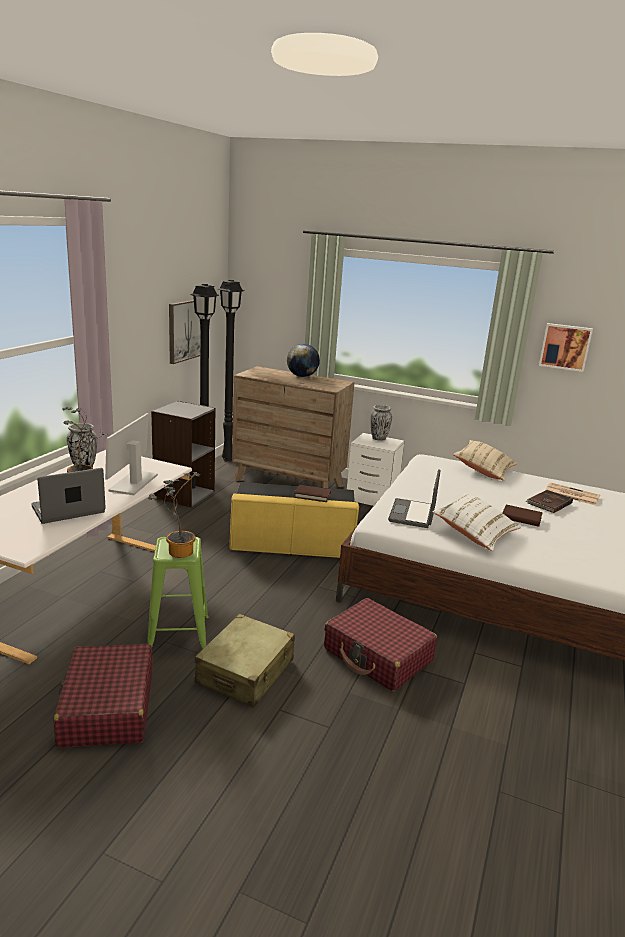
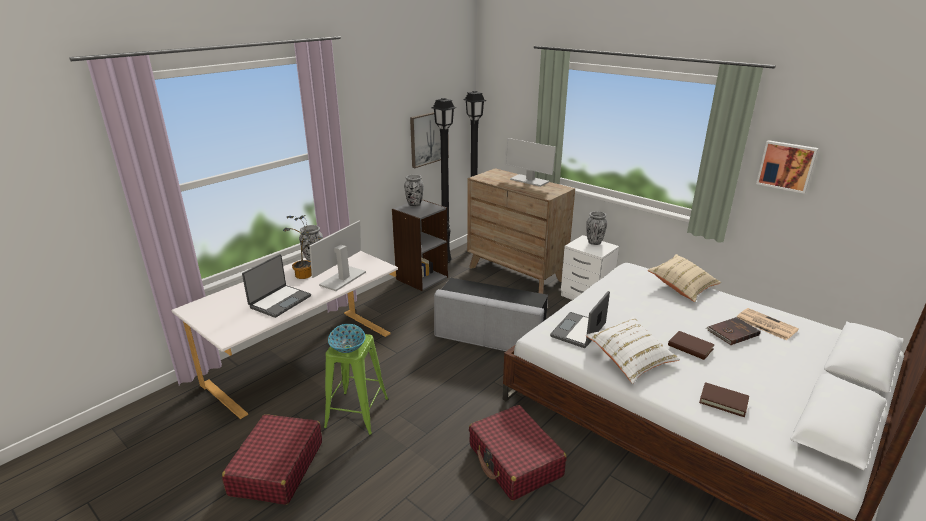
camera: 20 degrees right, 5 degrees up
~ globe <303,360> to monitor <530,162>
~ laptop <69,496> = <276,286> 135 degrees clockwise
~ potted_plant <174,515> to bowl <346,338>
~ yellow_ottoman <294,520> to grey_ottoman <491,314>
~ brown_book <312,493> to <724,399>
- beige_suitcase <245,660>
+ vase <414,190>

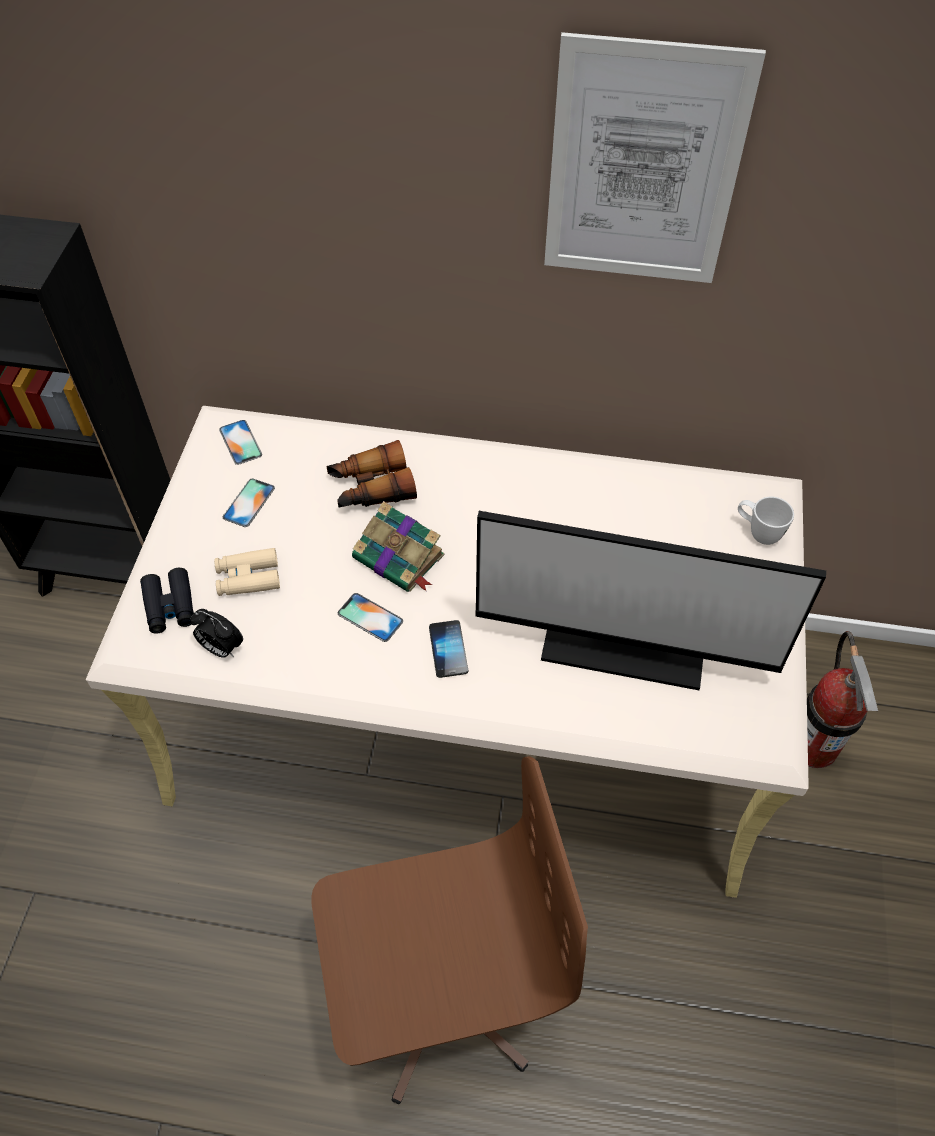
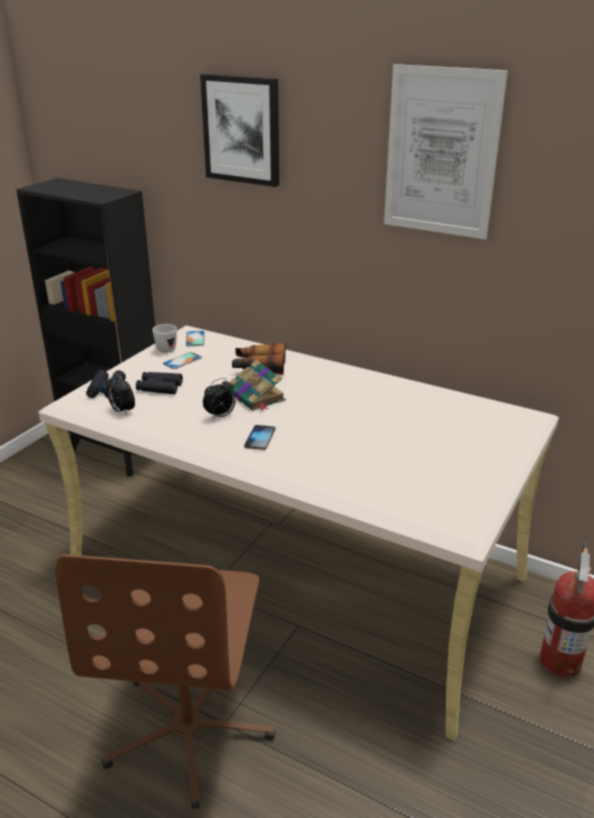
camera: 20 degrees right, 25 degrees down
~ white_mug <766,521> to <165,338>
- monitor <651,600>
~ beige_binoculars <247,572> to black_binoculars <159,383>
~ phone <370,617> to alarm_clock <219,399>
~ brown_office_chair <449,930> = <165,681> 90 degrees clockwise
+ picture <239,130>

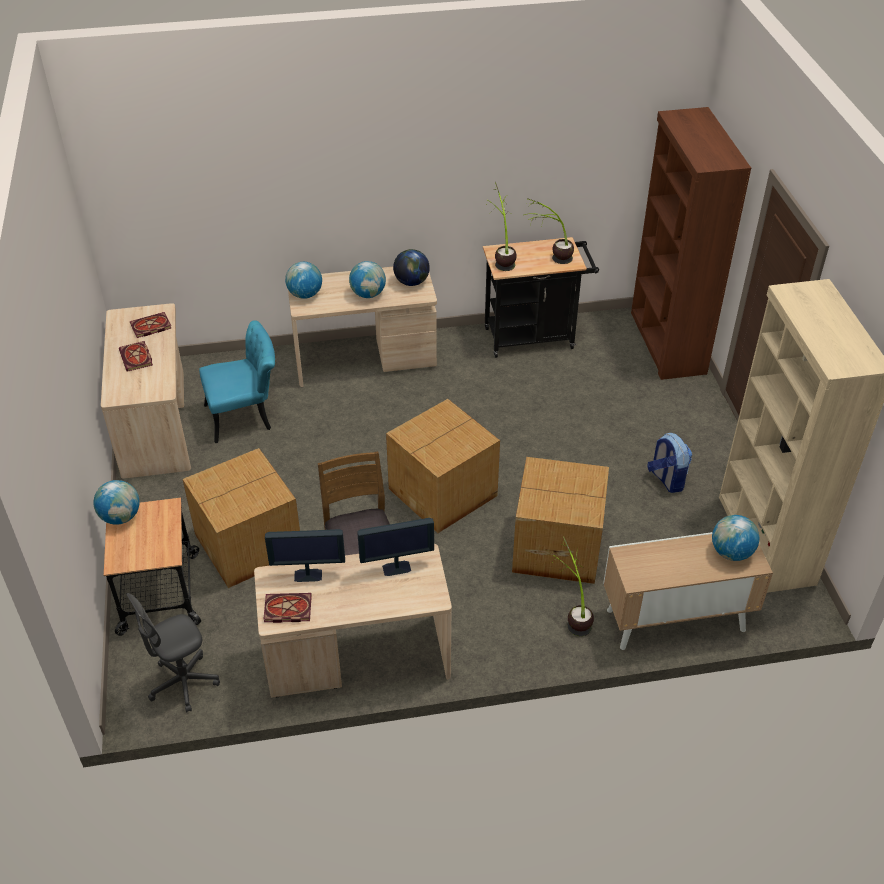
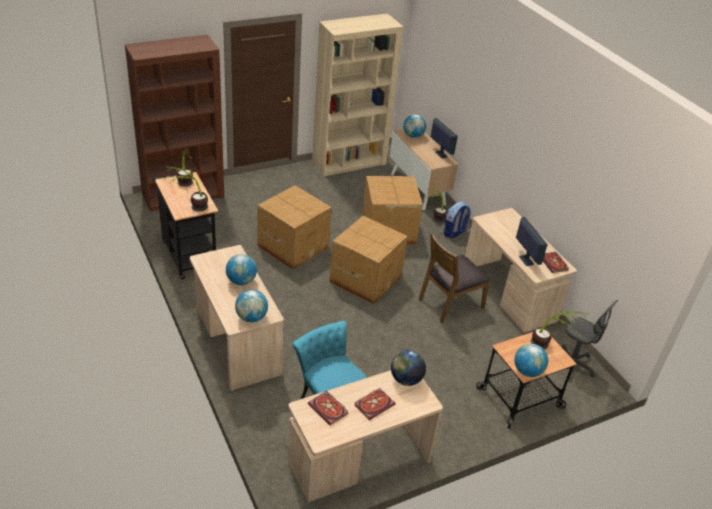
camera: 110 degrees left, 5 degrees down
~ globe <411,267> to <408,368>
~ backpack <670,463> to <457,220>
~ cardboard_box <241,518> to <295,227>
~ monitor <395,547> to <444,138>
+ potted_plant <559,330>

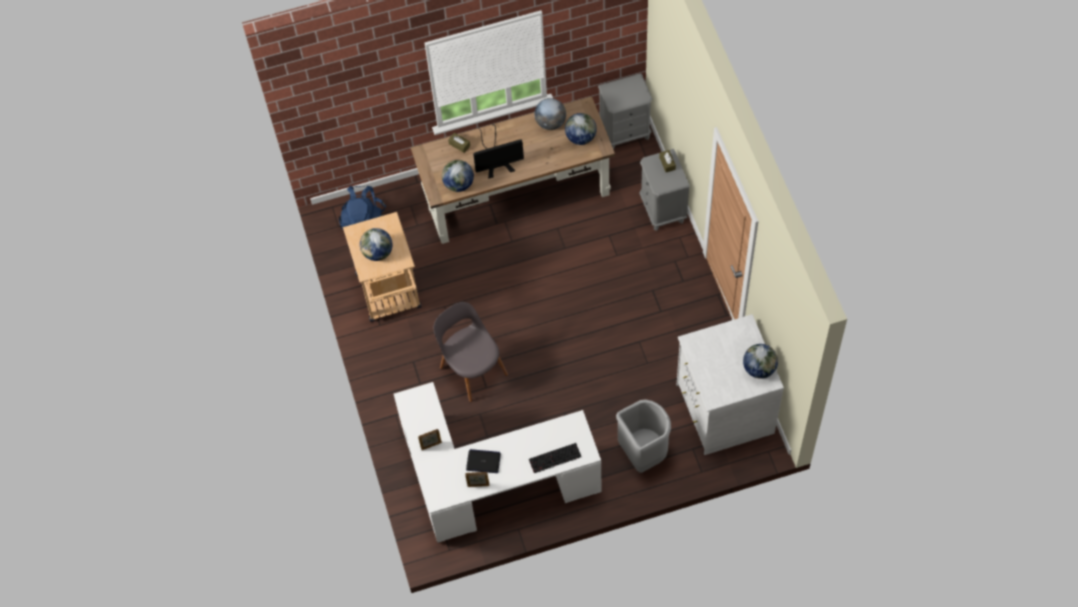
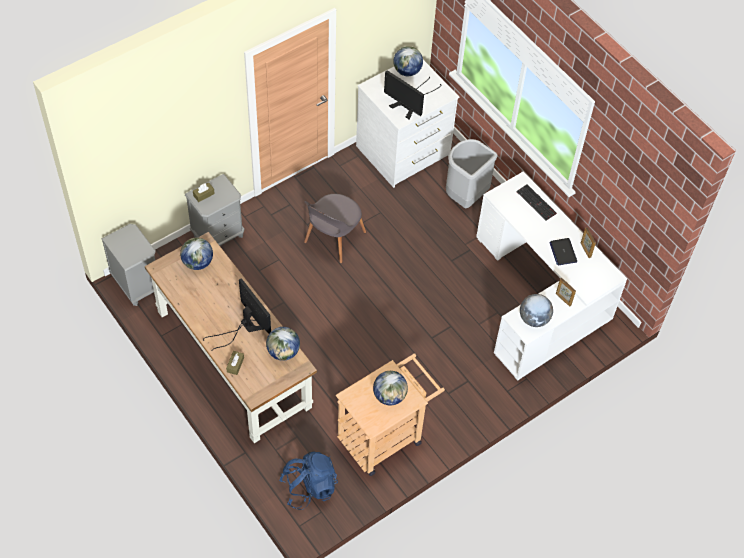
camera: 115 degrees left, 5 degrees down
~ globe <550,114> to <536,310>
~ grey_chair <471,352> to <335,228>
+ monitor <412,95>

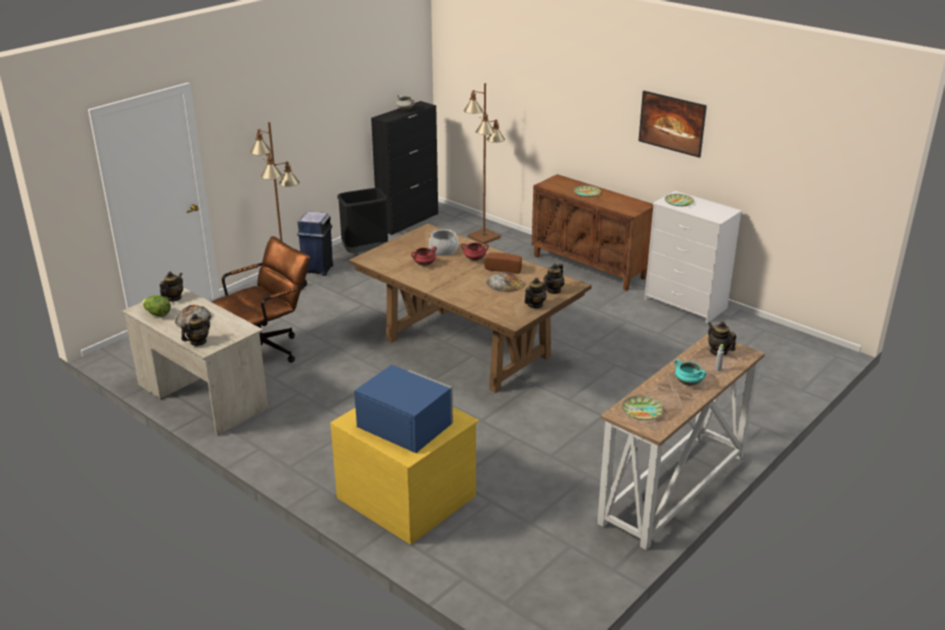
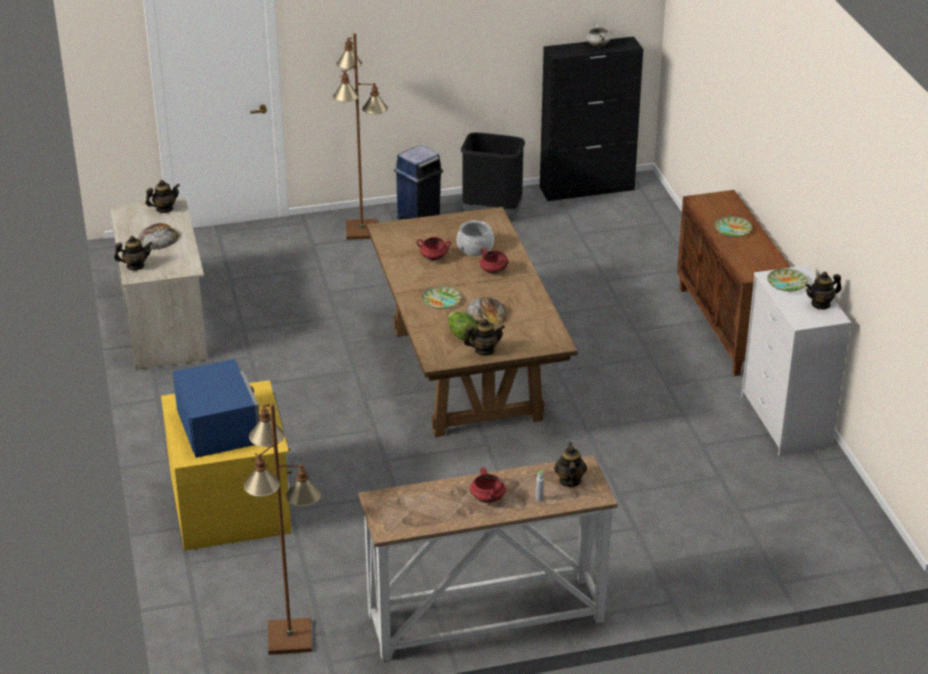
camera: 35 degrees right, 5 degrees up
~ brown_floor_lamp <484,163> to <282,529>
- picture <673,124>
- brown_office_chair <261,299>
- bread <503,263>
~ teapot <554,279> to <823,291>
~ lettuce <156,306> to <462,326>
~ turquoise_cooking_pot <690,372> to red_cooking_pot <488,485>
~ plate <642,408> to <441,297>

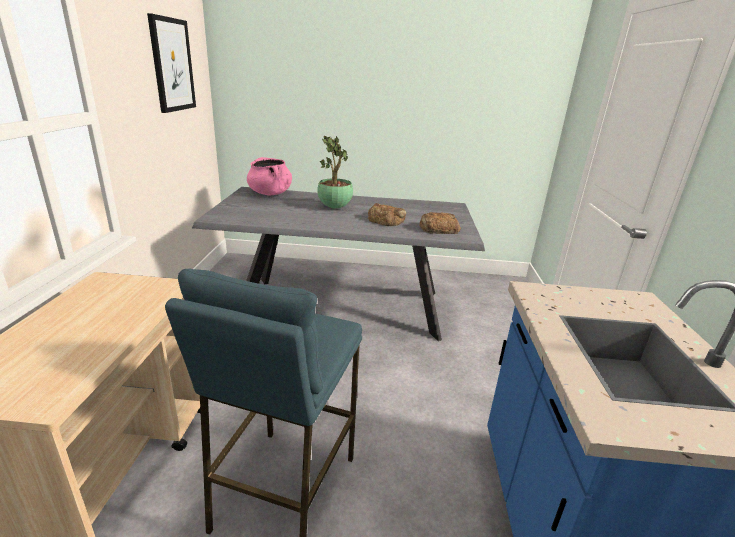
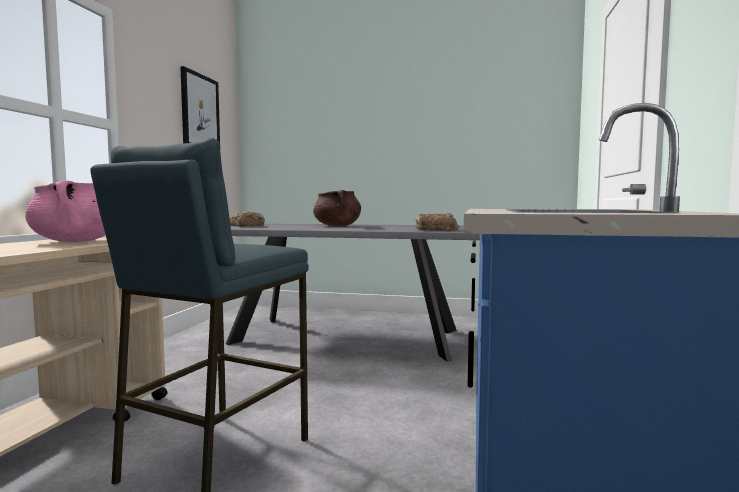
camera: 10 degrees right, 20 degrees down
~ potted_plant <335,172> to brown_cooking_pot <337,208>
~ pink_cooking_pot <269,176> to <65,211>
~ bread <387,214> to <247,219>

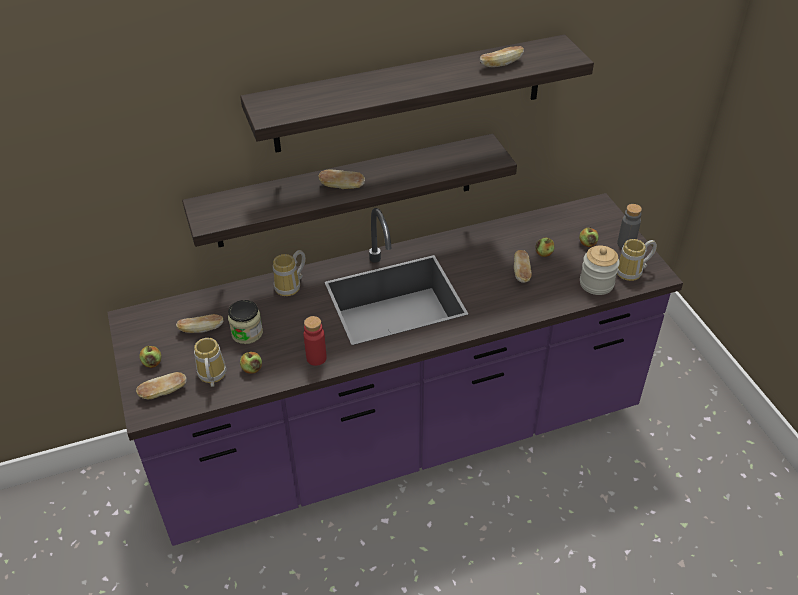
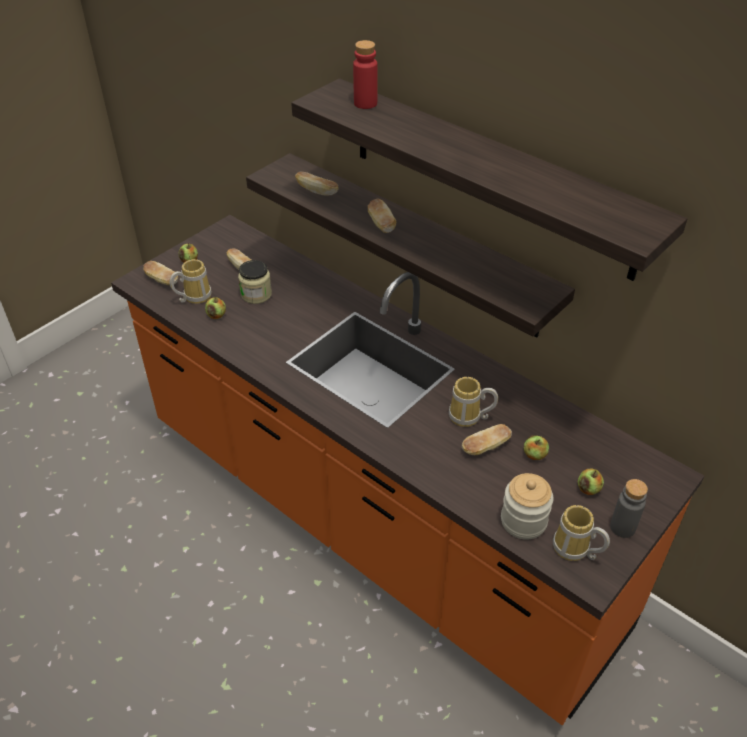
camera: 60 degrees right, 0 degrees up
~ bread <502,56> to <317,184>
~ purple_counter <395,369> to orange_counter <407,470>
~ mug <289,273> to <473,402>
~ red_bottle <315,341> to <365,74>

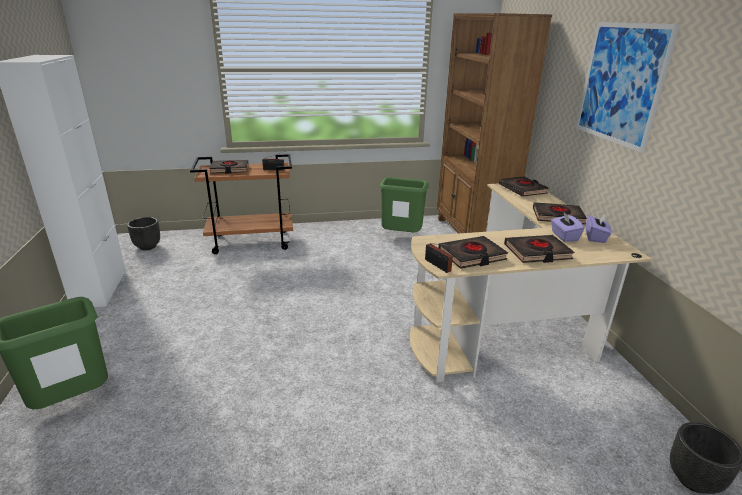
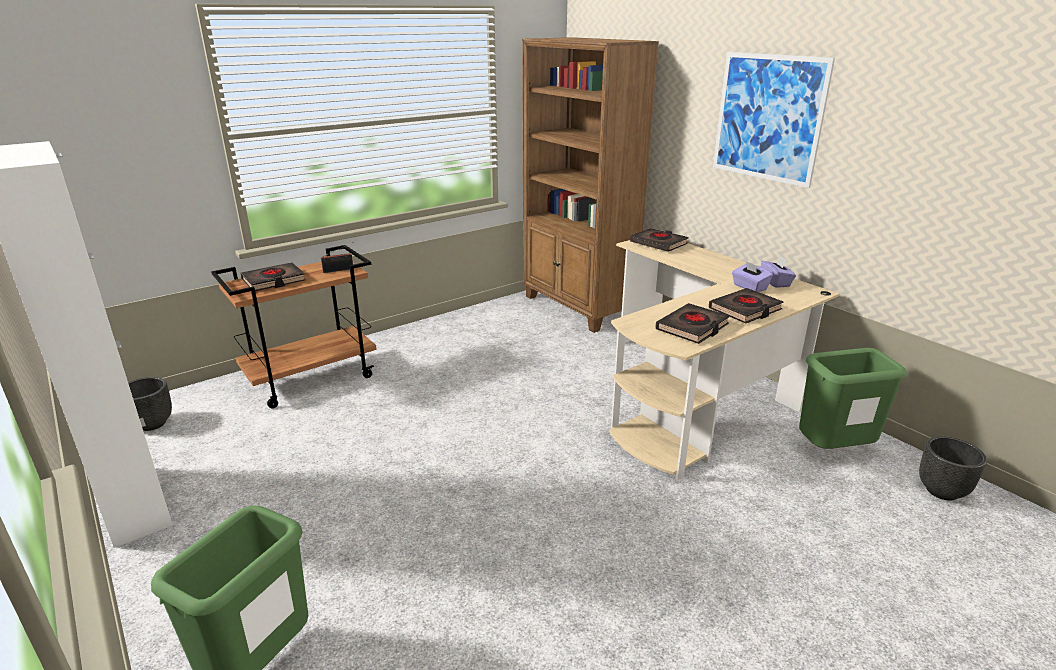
camera: 25 degrees left, 0 degrees up
~ green_trash_can <404,205> to <853,398>
- black_book <560,213>
- radio <439,258>

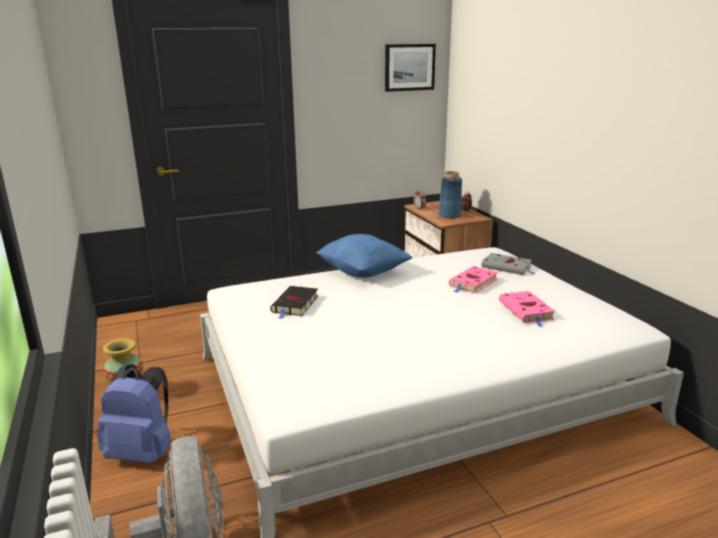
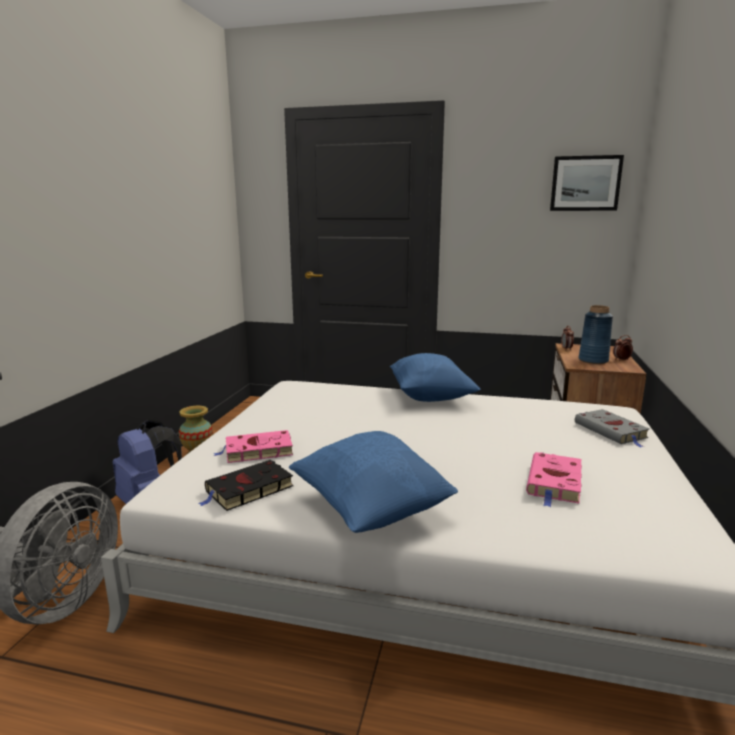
camera: 35 degrees right, 5 degrees down
~ pink_book <473,279> to <253,446>
~ black_book <294,302> to <245,485>
+ blue_pillow <373,482>

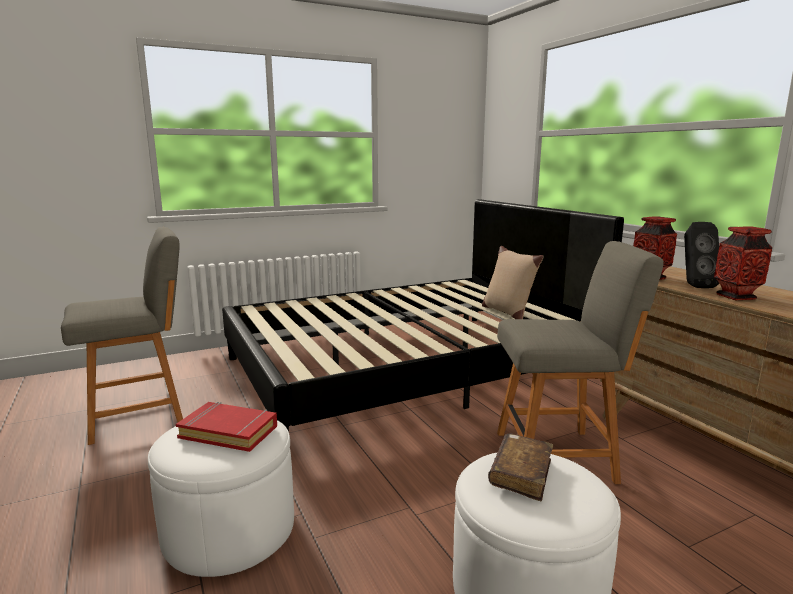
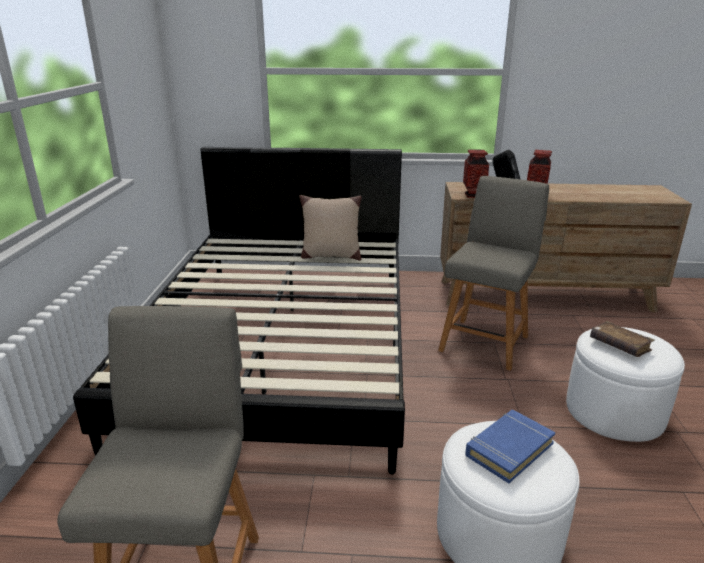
camera: 60 degrees left, 10 degrees up
~ red_book <226,427> to blue_book <510,446>

